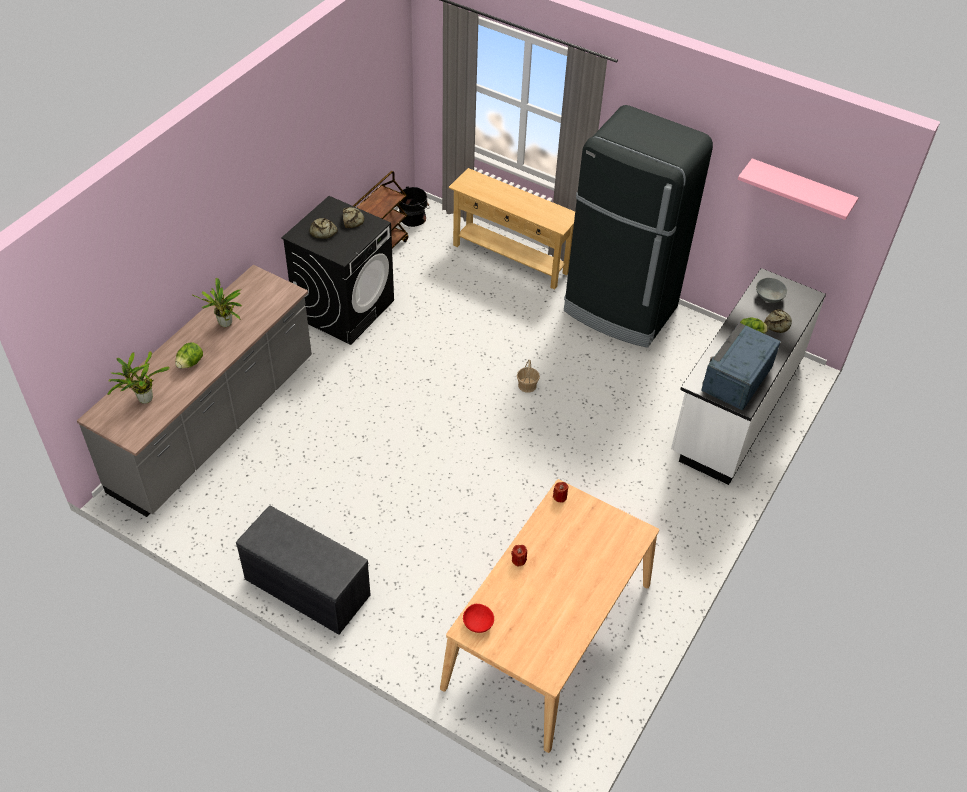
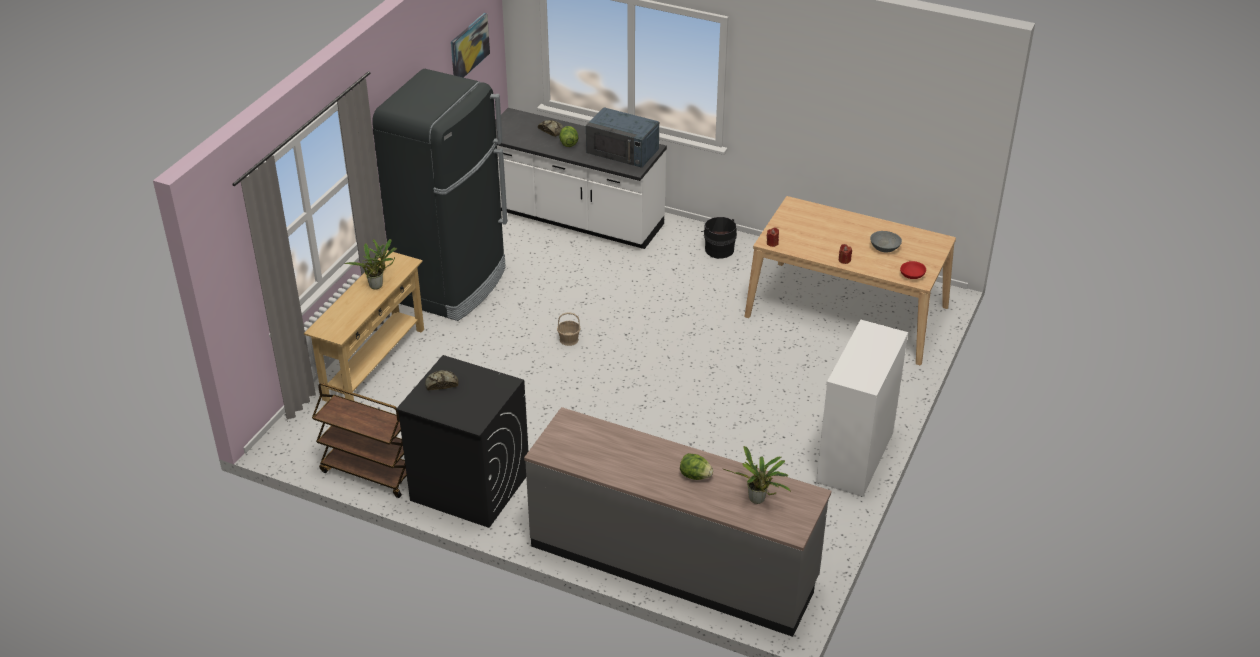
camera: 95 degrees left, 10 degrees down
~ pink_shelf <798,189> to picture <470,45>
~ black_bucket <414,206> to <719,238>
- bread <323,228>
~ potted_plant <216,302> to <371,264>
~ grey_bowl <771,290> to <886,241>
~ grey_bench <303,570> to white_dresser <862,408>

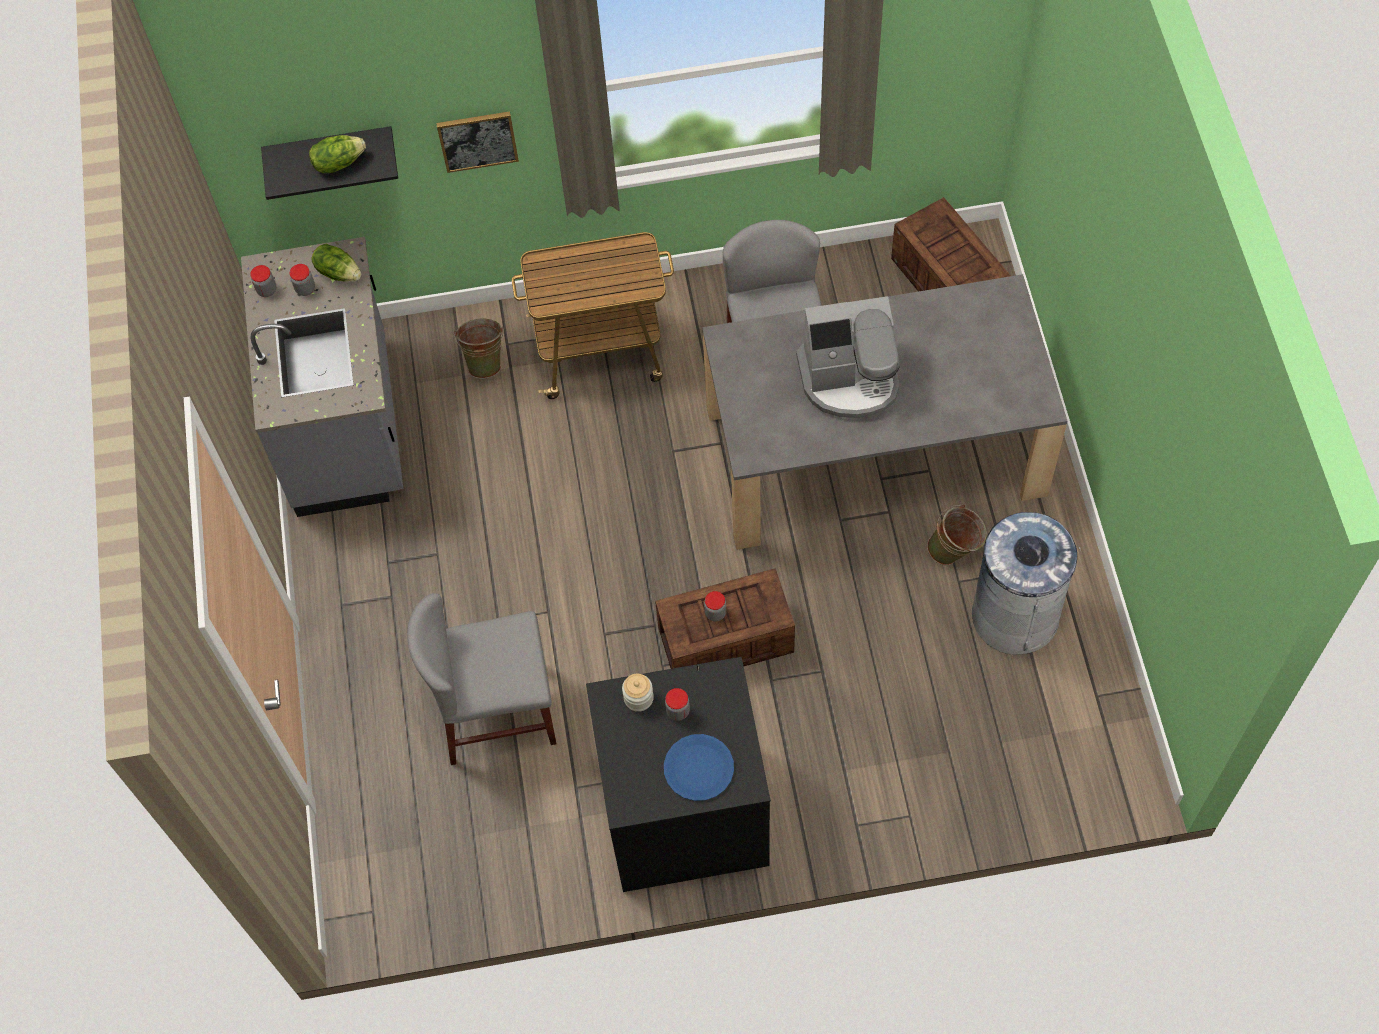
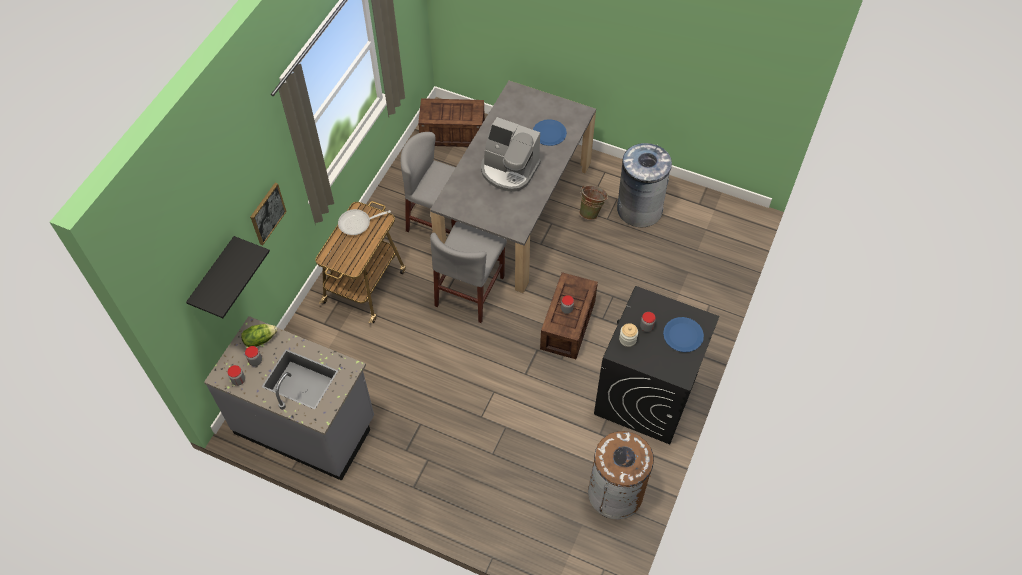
camera: 60 degrees left, 5 degrees down
- lettuce <337,154>
~ coffee_machine <848,357> = <511,154> 90 degrees clockwise
- green_bucket <479,349>
~ grey_chair <481,679> to <468,272>
+ blue_plate <550,132>
+ frying_pan <364,222>
+ brown_trash_can <621,475>

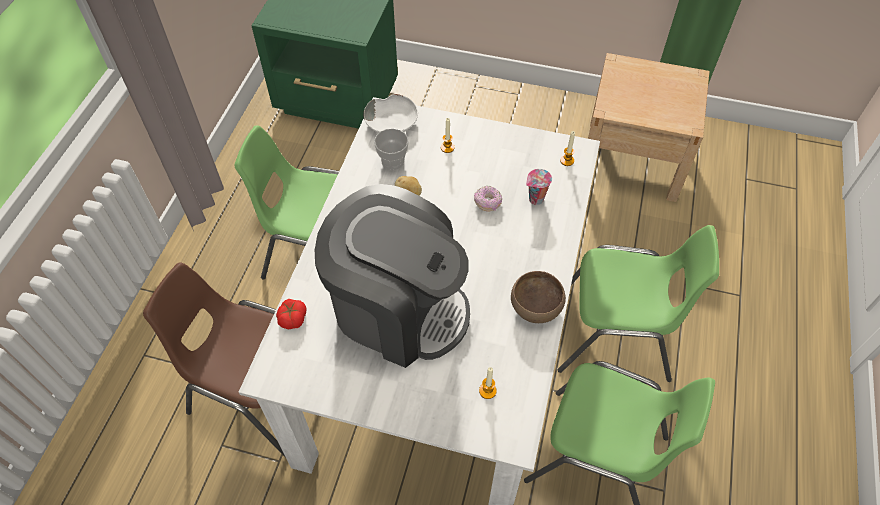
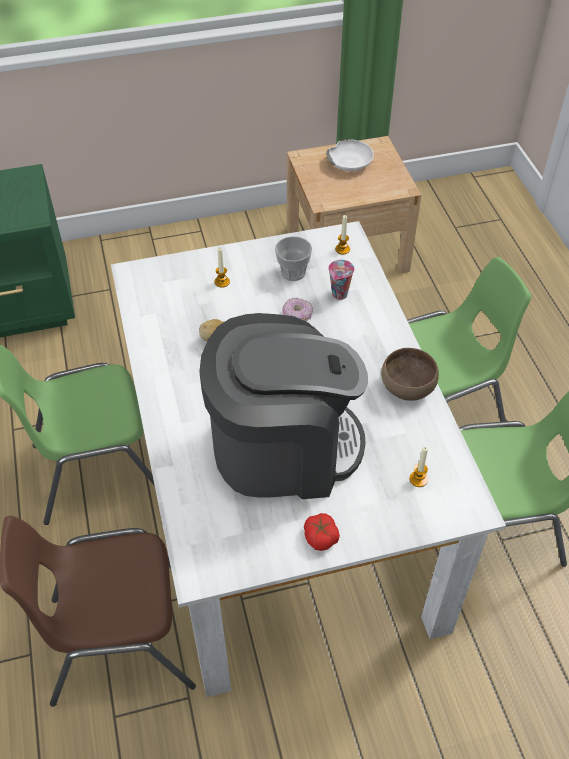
camera: 30 degrees left, 5 degrees down
~ white_bowl <390,113> to <350,155>
~ cup <391,149> to <293,258>
~ tomato <291,314> to <322,532>

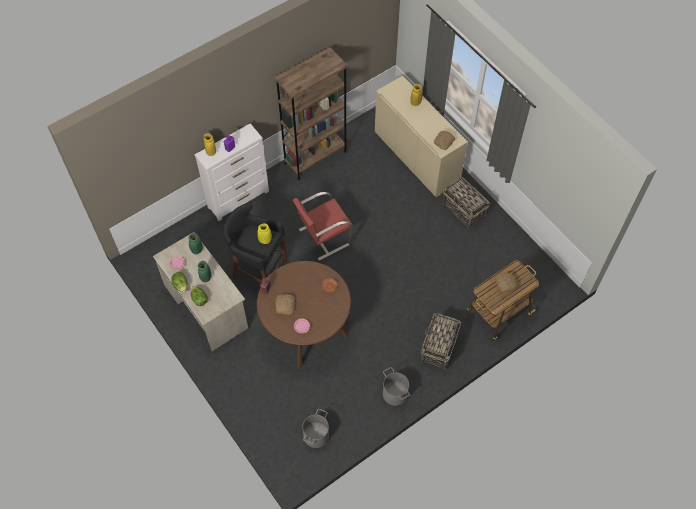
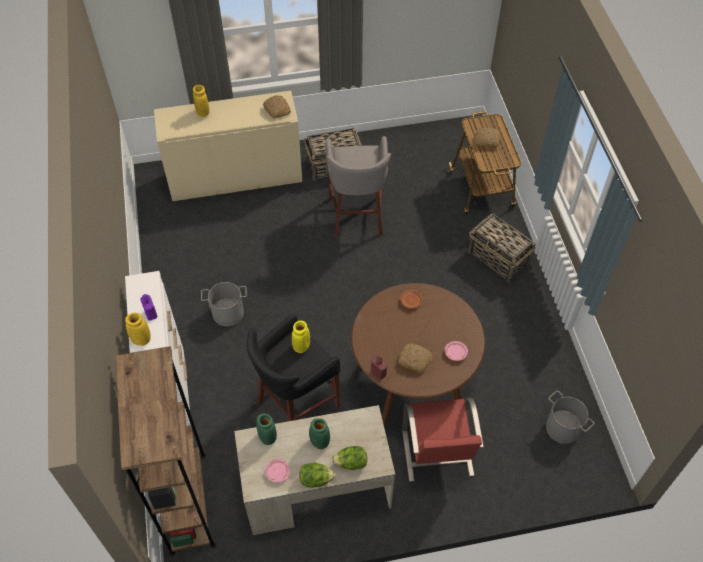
camera: 65 degrees left, 5 degrees down
~ brown_bookcase <311,113> to <165,451>
~ red_chair <322,226> to <443,440>
~ grey_bucket <396,386> to <224,304>
+ grey_stool <358,187>

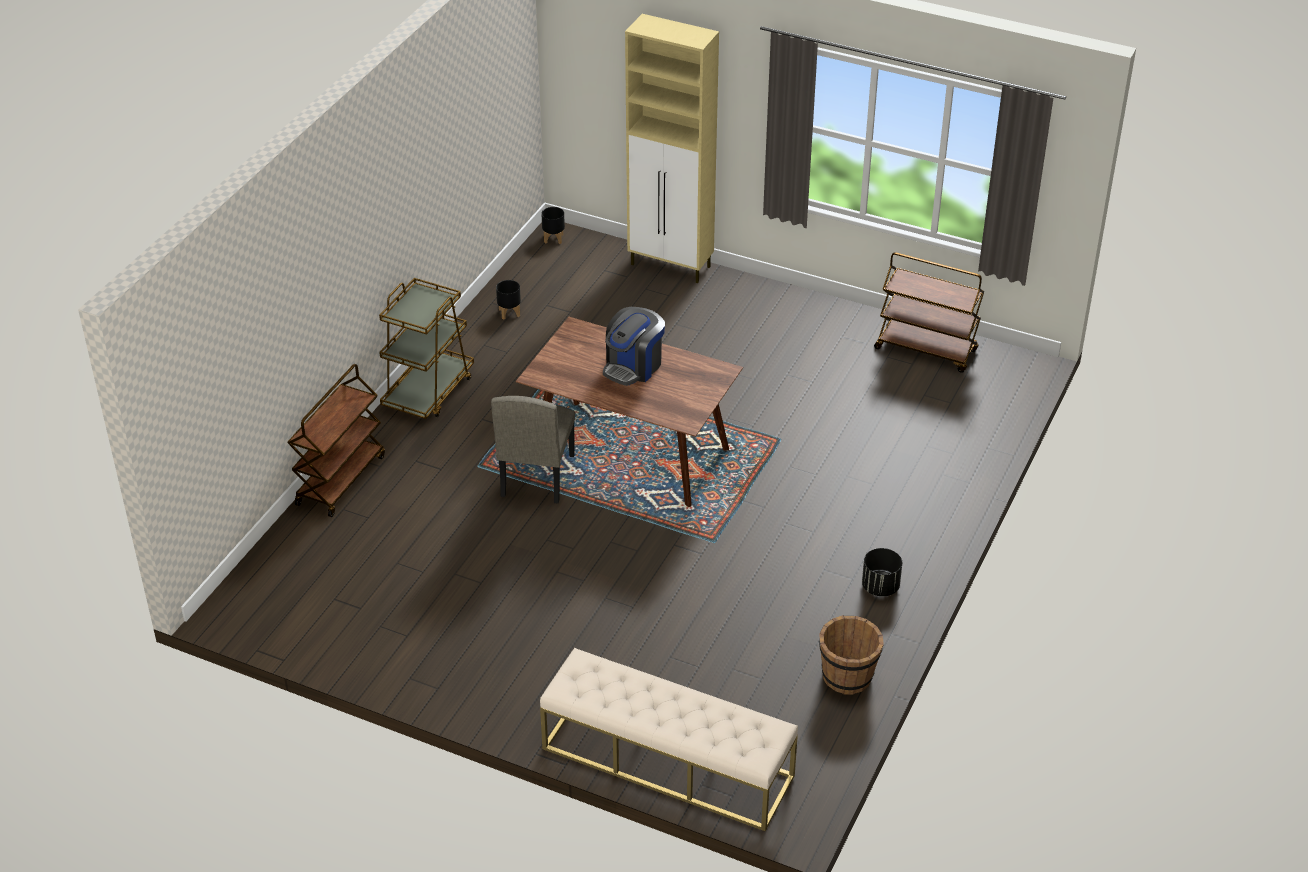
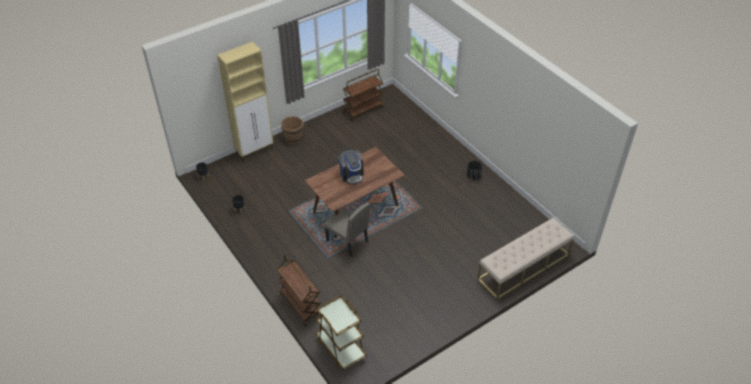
camera: 60 degrees left, 5 degrees up
~ brown_cart <426,348> to <341,333>
~ brown_bucket <851,654> to <292,130>

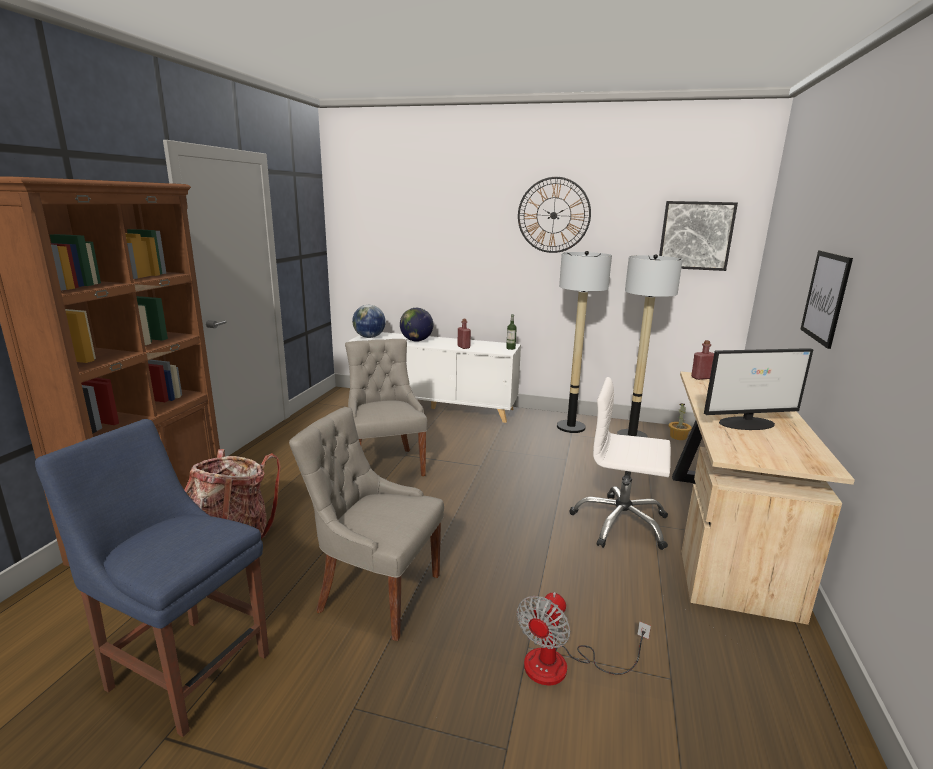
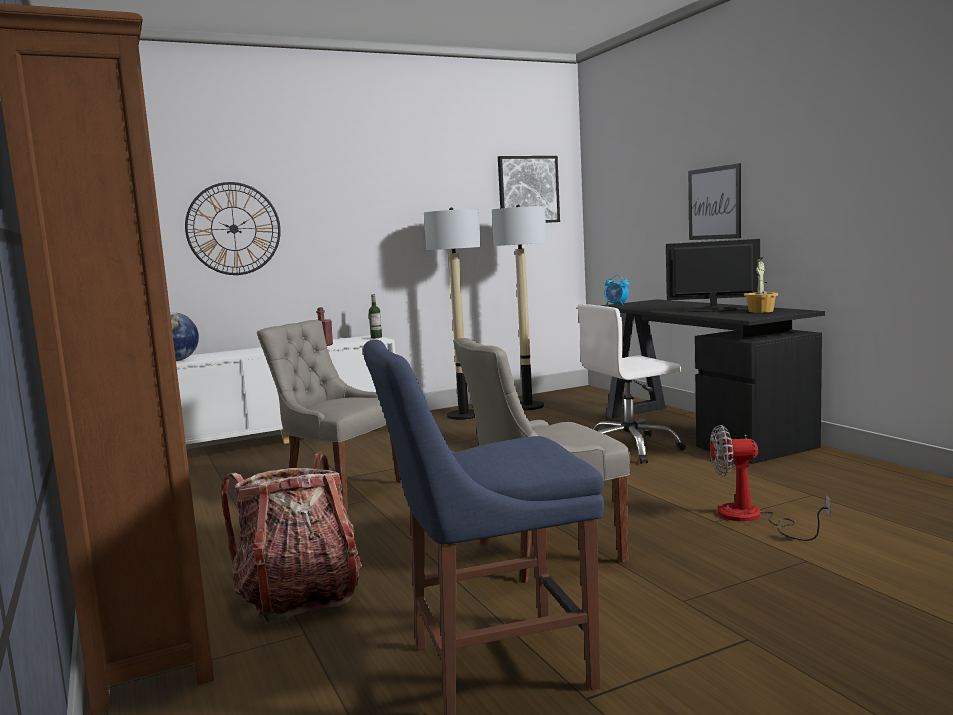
camera: 40 degrees left, 10 degrees down
~ wall_clock <554,215> to <233,228>
- globe <416,325>
~ red_bottle <702,360> to alarm_clock <617,290>
~ monitor <758,389> = <713,275> 120 degrees counterclockwise
~ beige_desk <763,498> to black_desk <712,381>
~ potted_plant <680,421> to <761,285>
~ fan <584,639> = <770,483> 105 degrees clockwise

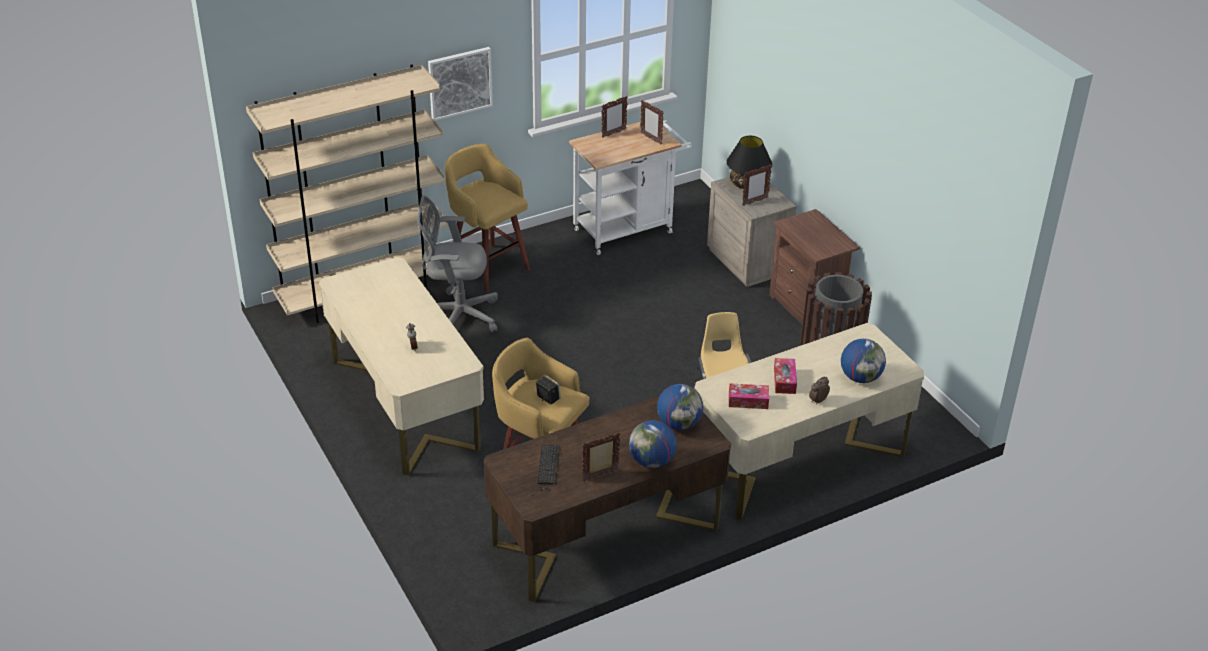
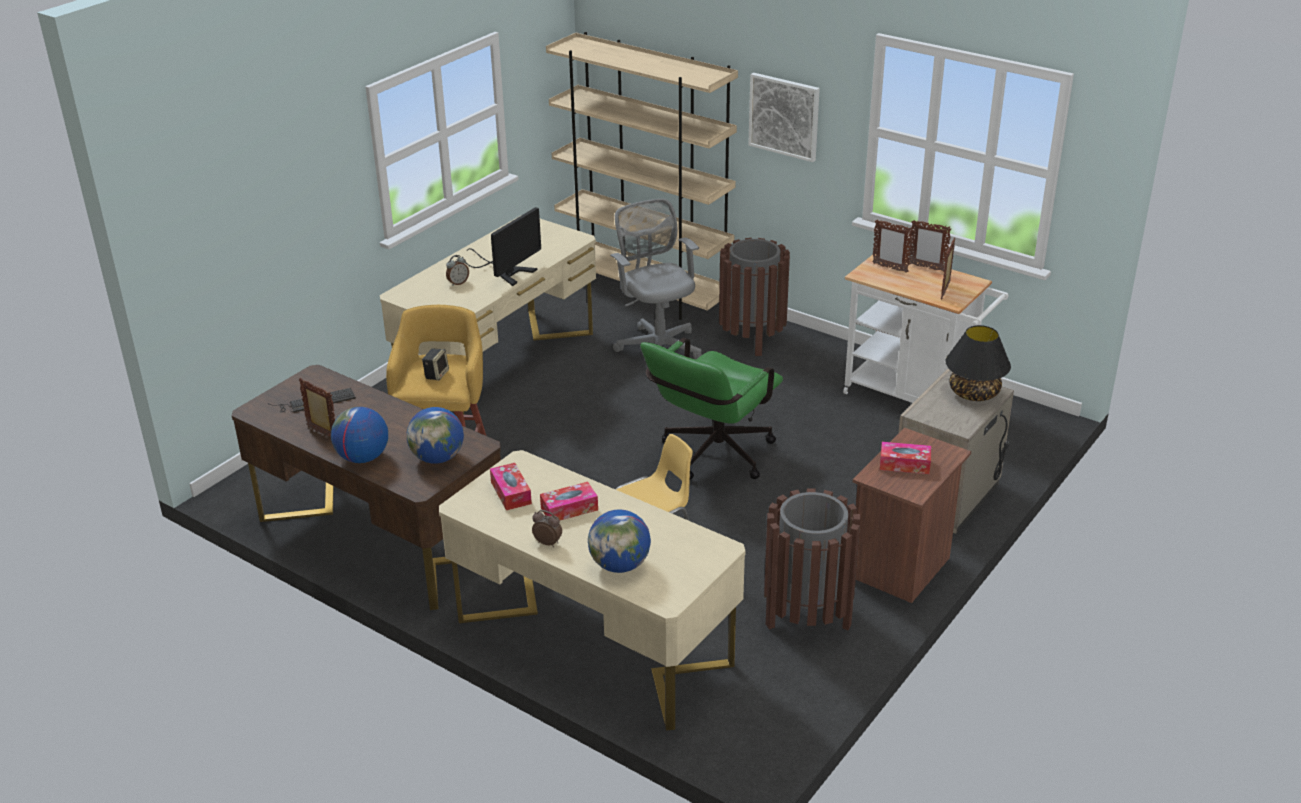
camera: 65 degrees right, 5 degrees down
~ yellow_stool <487,218> to brown_trash_can <754,297>
~ picture_frame <757,185> to <892,246>
+ monitor <498,246>
+ green_office_chair <711,409>
+ tissue_box <905,458>

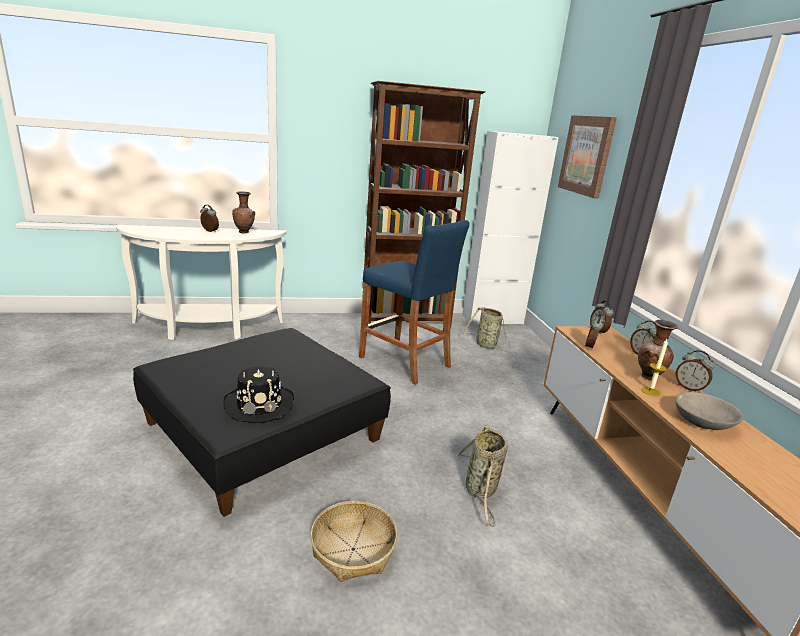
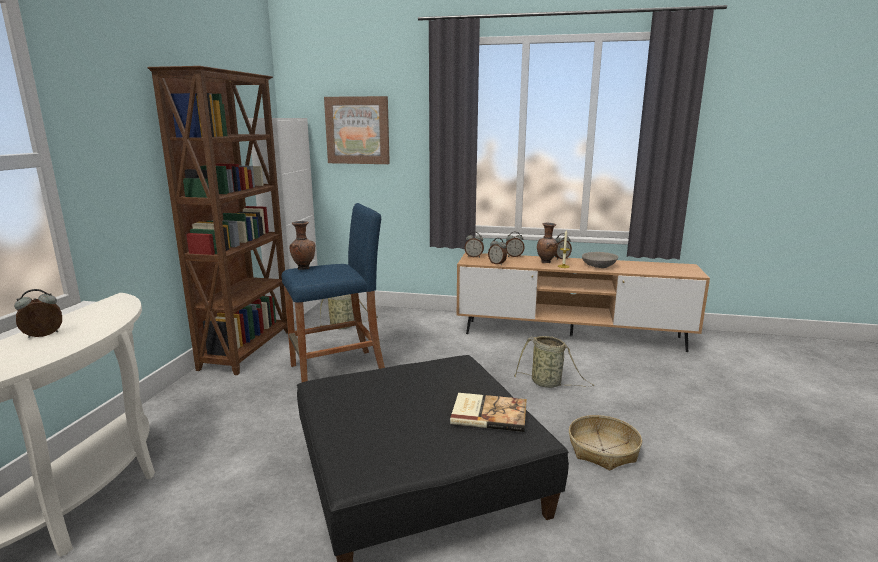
camera: 65 degrees left, 5 degrees down
~ brown_vase <243,212> to <302,245>
~ black_hat <258,394> to book <488,412>

